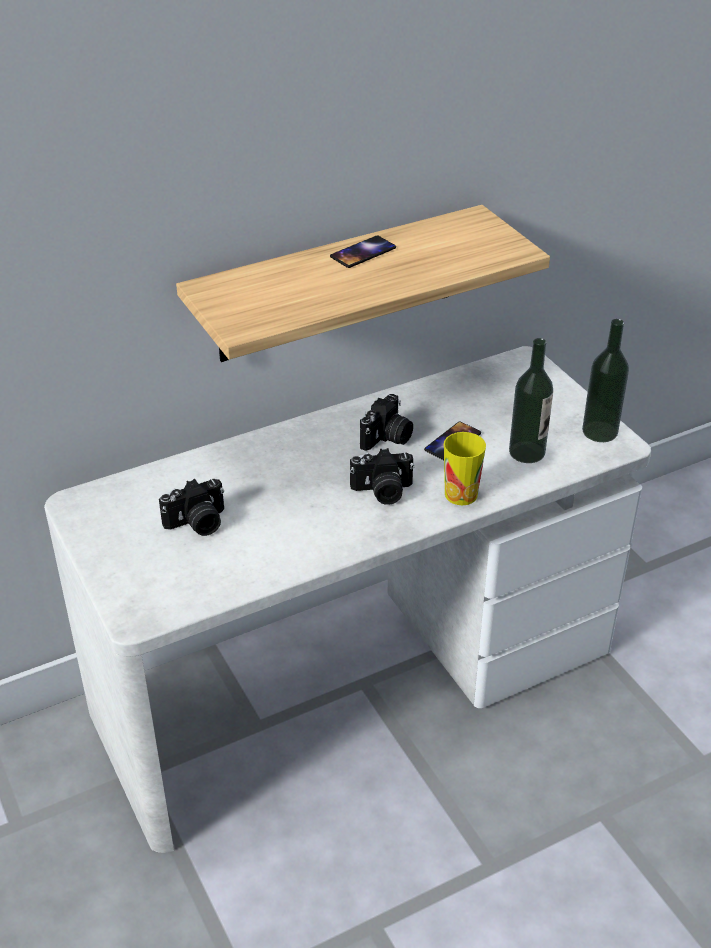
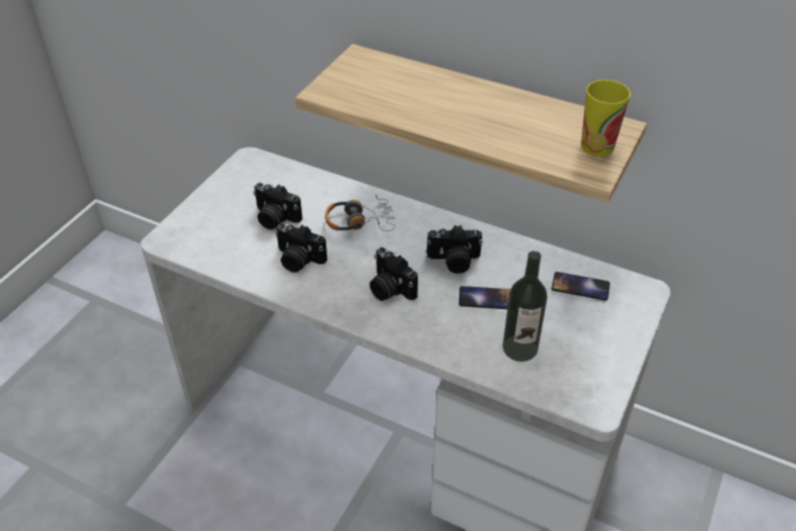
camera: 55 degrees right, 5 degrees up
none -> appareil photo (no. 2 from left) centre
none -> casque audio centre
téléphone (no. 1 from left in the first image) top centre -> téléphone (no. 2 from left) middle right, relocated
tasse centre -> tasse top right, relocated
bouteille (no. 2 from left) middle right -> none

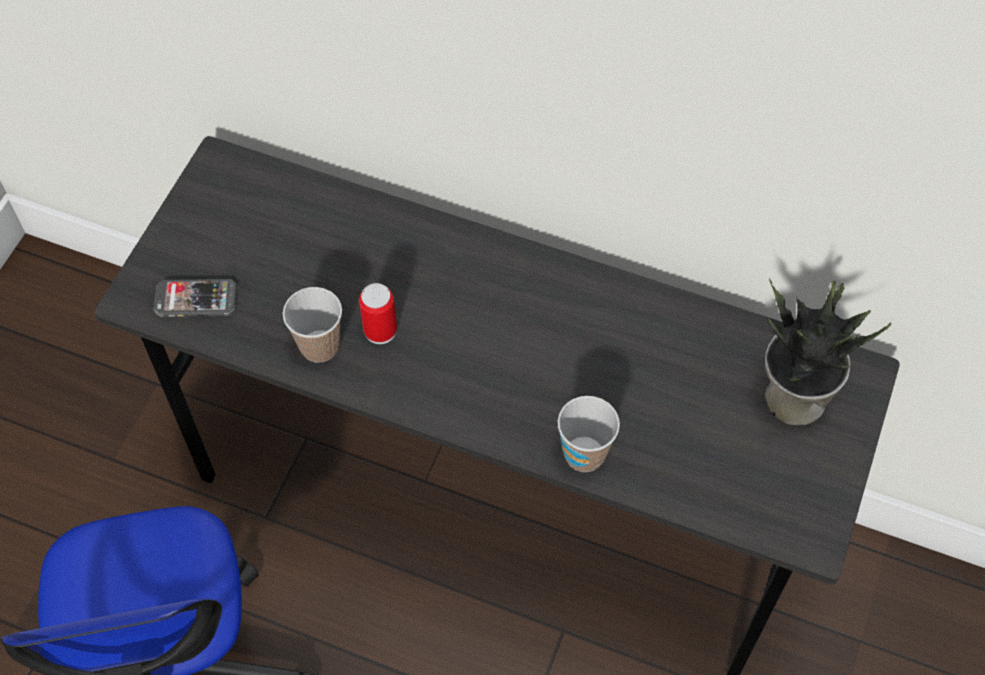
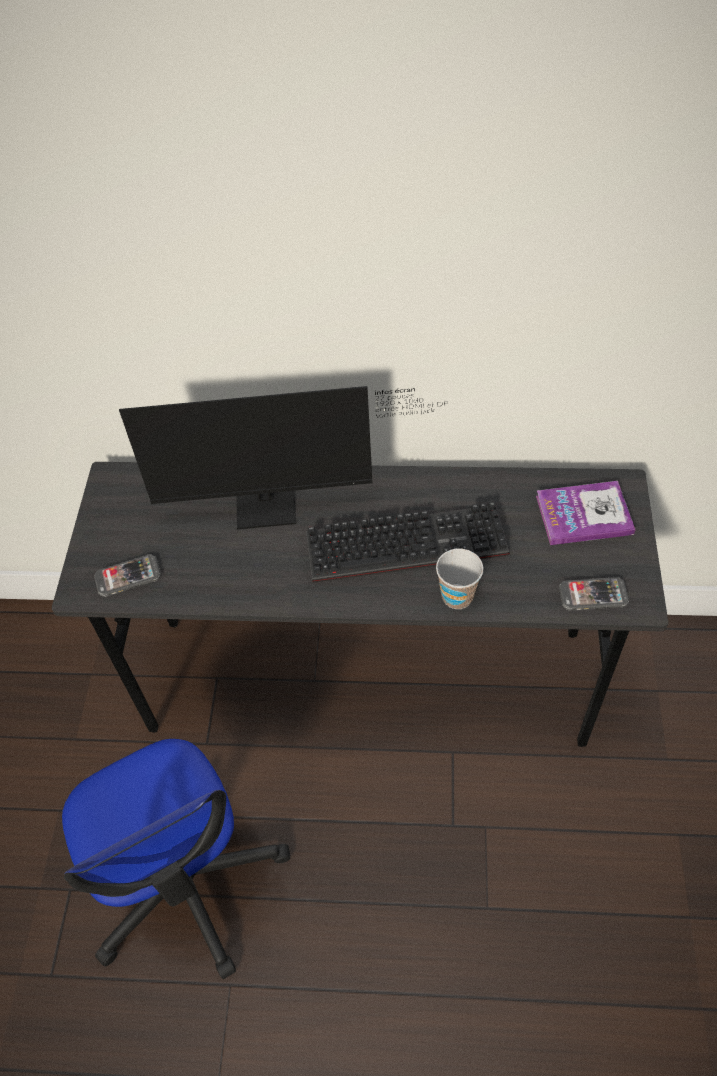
camera: 15 degrees left, 5 degrees down
none -> écran d'ordinateur centre
none -> clavier centre
plante en pot middle right -> livre middle right
none -> téléphone (no. 2 from left) middle right
tasse (no. 1 from left) middle left -> none
boîte métallique centre -> none

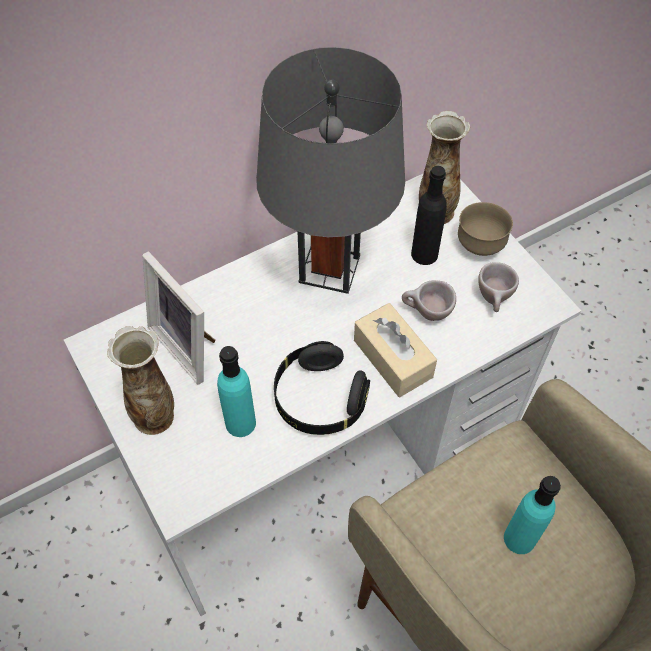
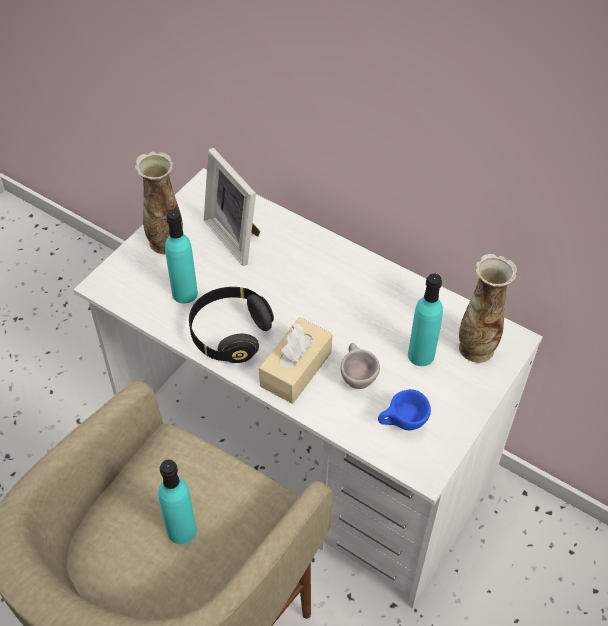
camera: 65 degrees right, 5 degrees down
cadre photo middle left -> cadre photo top centre, 60 degrees counterclockwise
tasse/beige (no. 2 from left) middle right -> tasse/bleu centre
bouteille/noir top centre -> bouteille/turquoise (no. 3 from left) middle right
lampe de table/gris top centre -> none
bol/marron middle right -> none

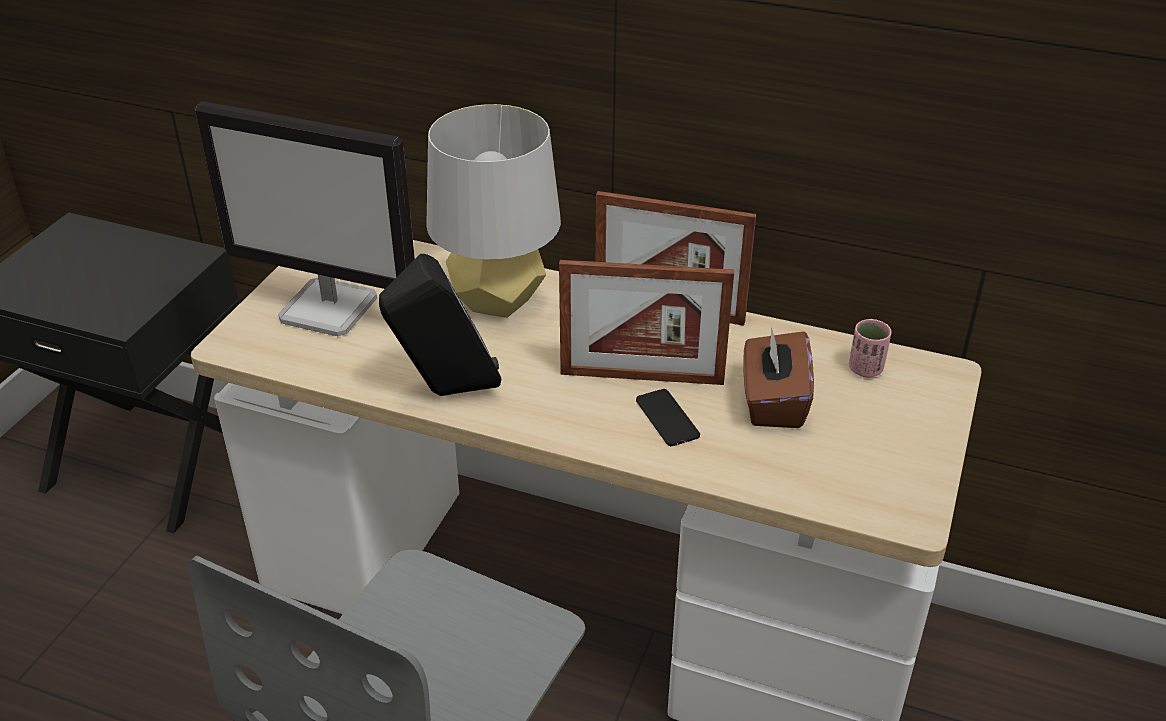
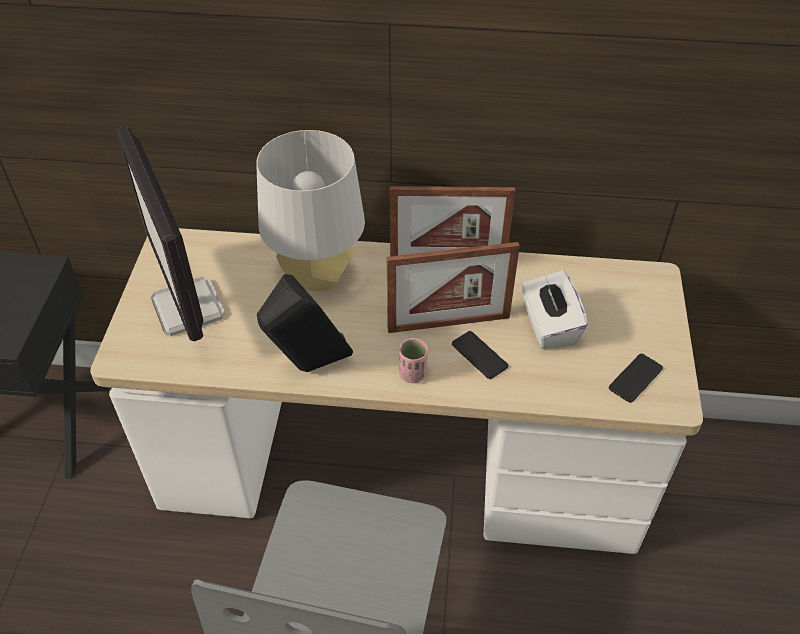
camera: 15 degrees left, 10 degrees up
écran d'ordinateur top left -> écran d'ordinateur middle left, 60 degrees clockwise
tasse/rose middle right -> tasse/rose centre, relocated
boîte à mouchoirs/marron middle right -> boîte à mouchoirs/blanc middle right
none -> téléphone (no. 2 from left) middle right

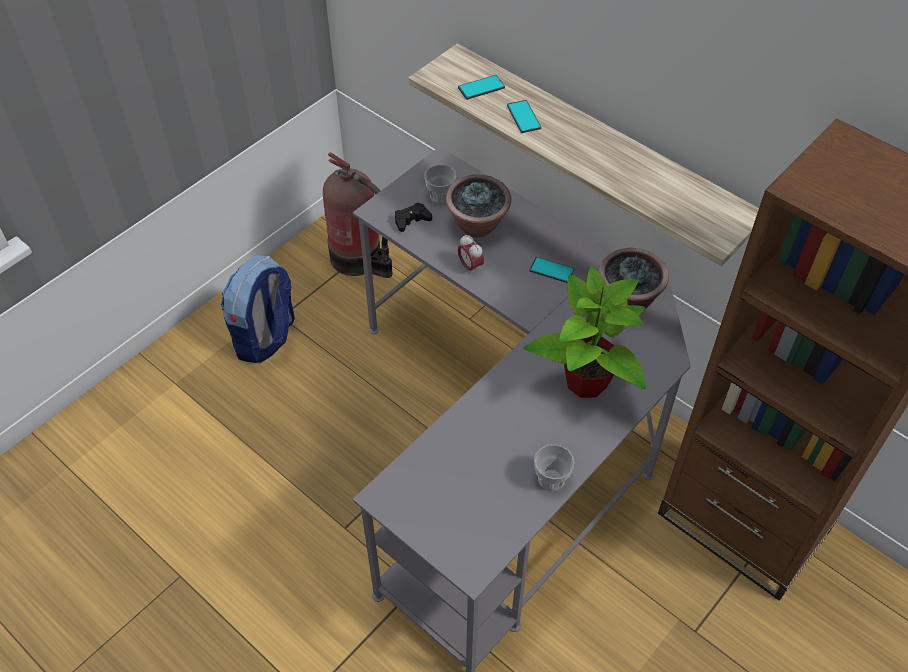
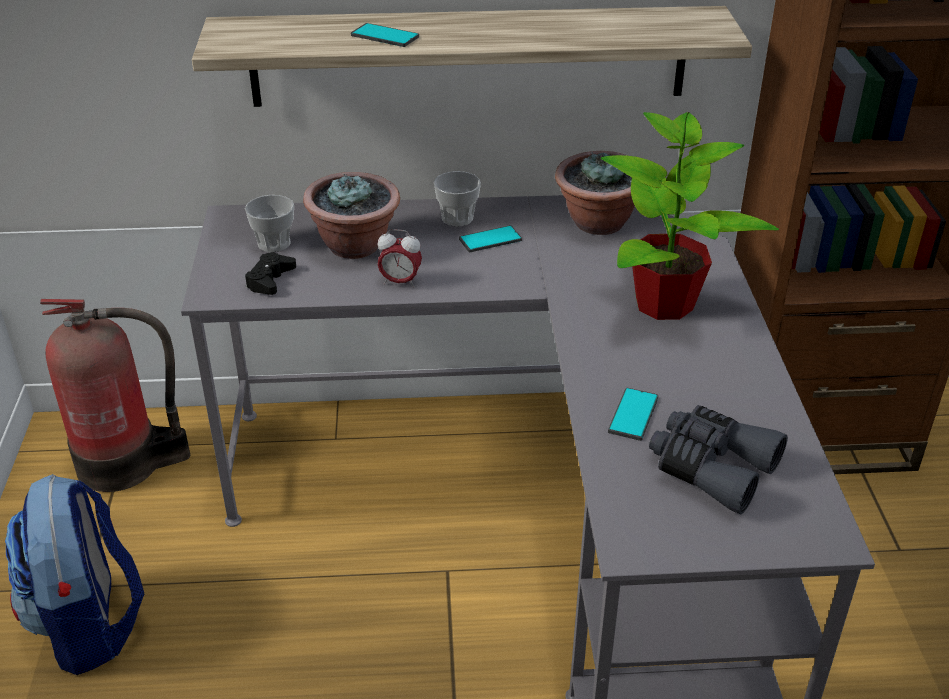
camera: 45 degrees left, 15 degrees down
tasse (no. 2 from left) bottom centre -> tasse (no. 2 from left) top centre, relocated
téléphone (no. 1 from left in the first image) top centre -> téléphone (no. 3 from left) middle right, relocated
none -> jumelles/gris middle right

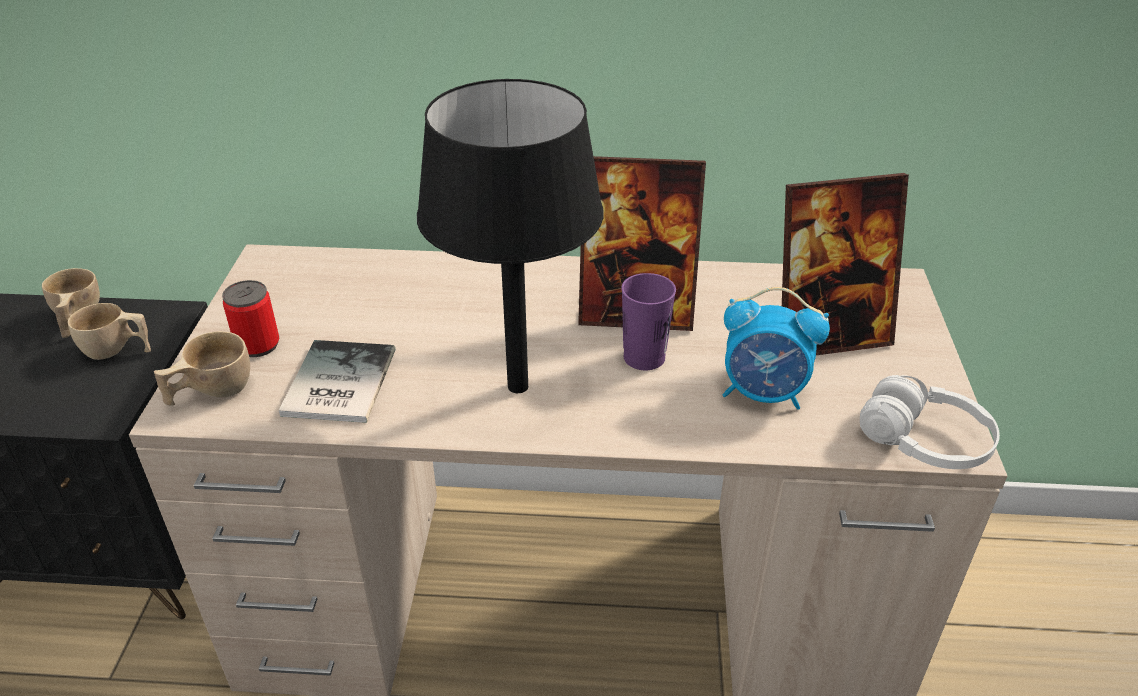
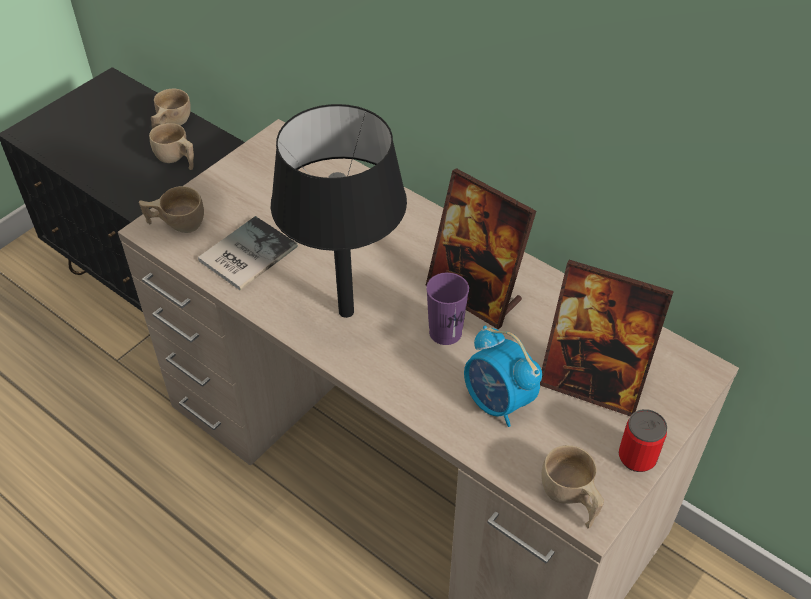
camera: 35 degrees right, 10 degrees up
casque audio/blanc middle right -> tasse/beige (no. 4 from left) bottom right
boîte métallique middle left -> boîte métallique bottom right, relocated

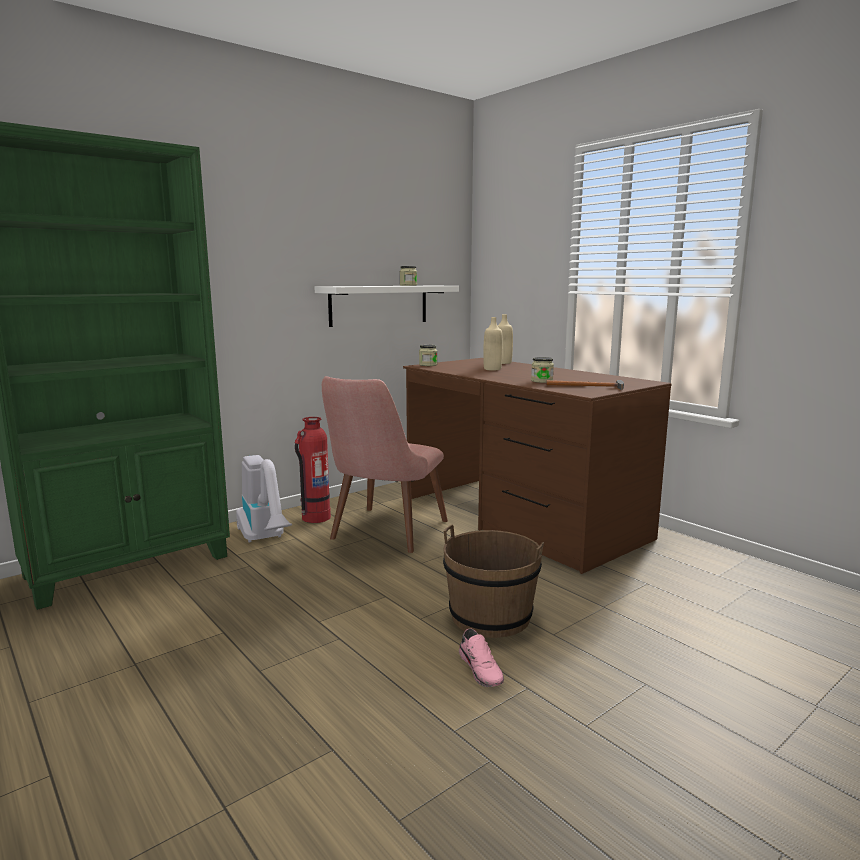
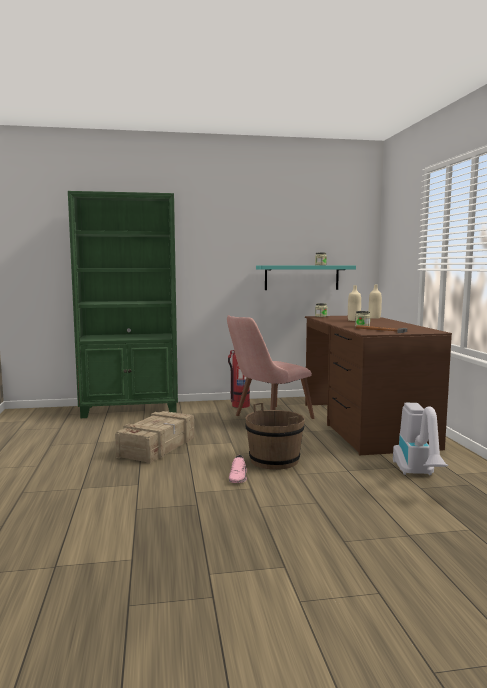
camera: 30 degrees right, 5 degrees down
none -> caisse middle left
étagère/blanc centre -> étagère/turquoise centre
aspirateur middle left -> aspirateur middle right, relocated

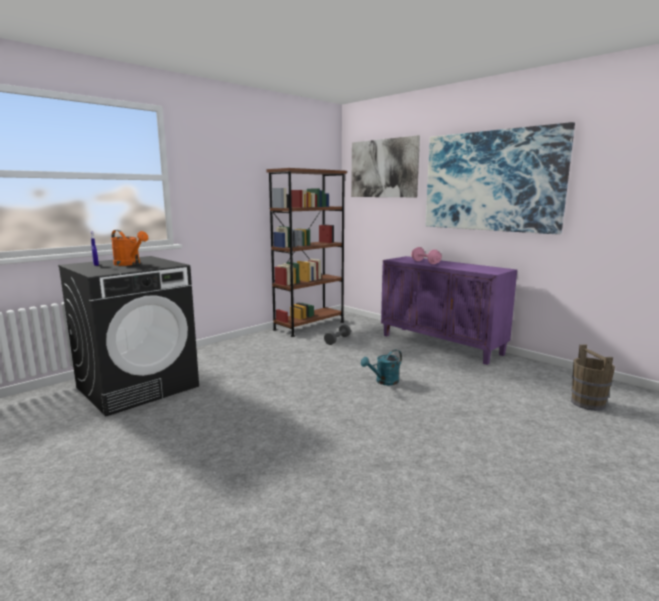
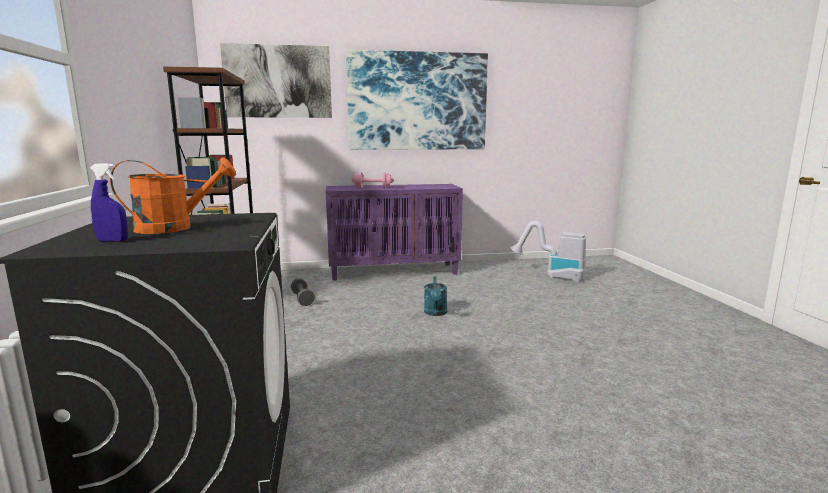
camera: 55 degrees left, 0 degrees up
seau/marron middle right -> aspirateur centre

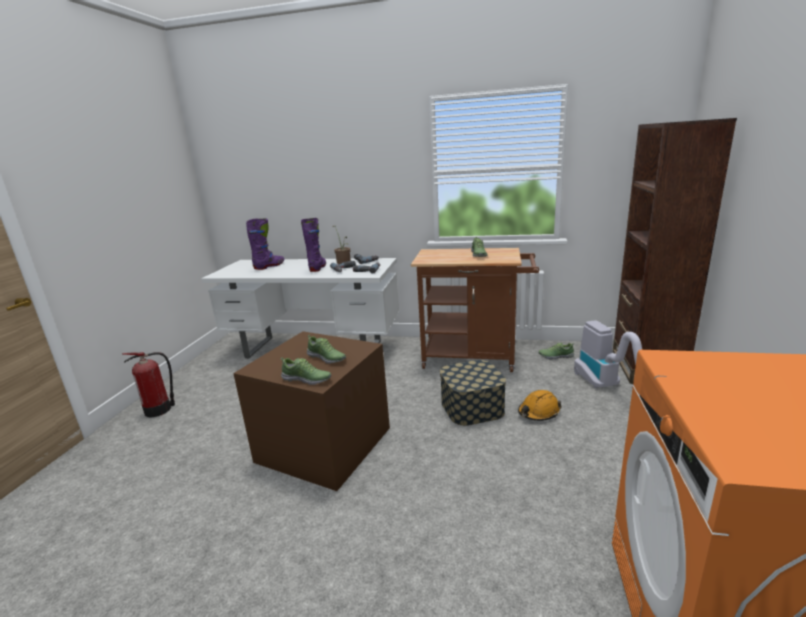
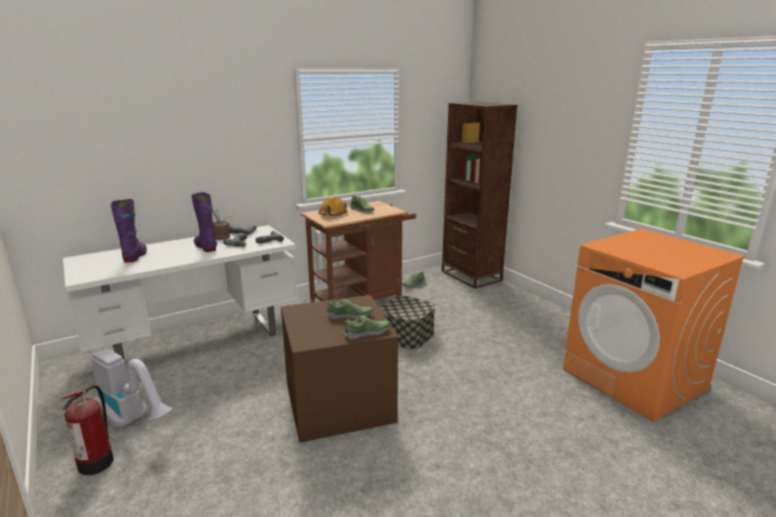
camera: 45 degrees left, 0 degrees up
aspirateur middle right -> aspirateur bottom left, relocated
casque de chantier/orange middle right -> casque de chantier/orange centre, relocated

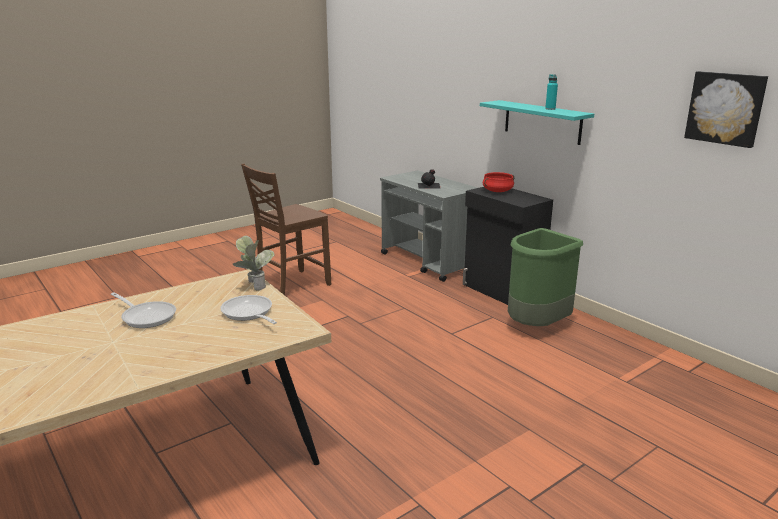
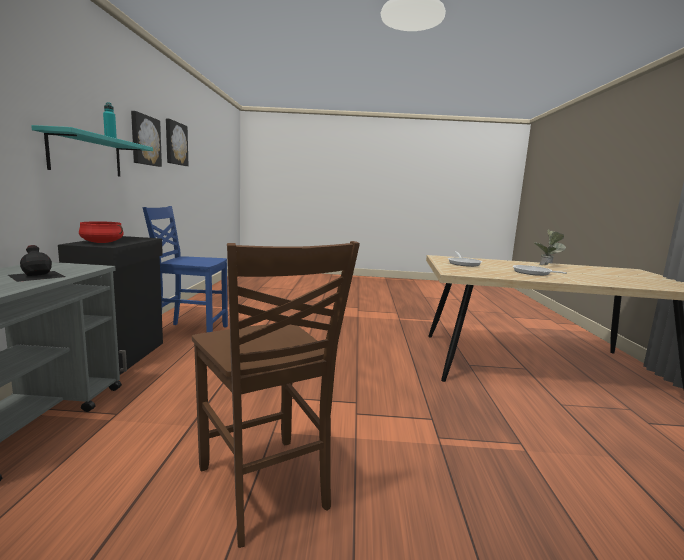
camera: 140 degrees left, 10 degrees down
none -> tableau (no. 1 from left) top left
poubelle/vert middle right -> chaise/bleu middle left
chaise/marron centre -> chaise/marron bottom centre, 60 degrees clockwise
plante en pot middle left -> plante en pot middle right, relocated

